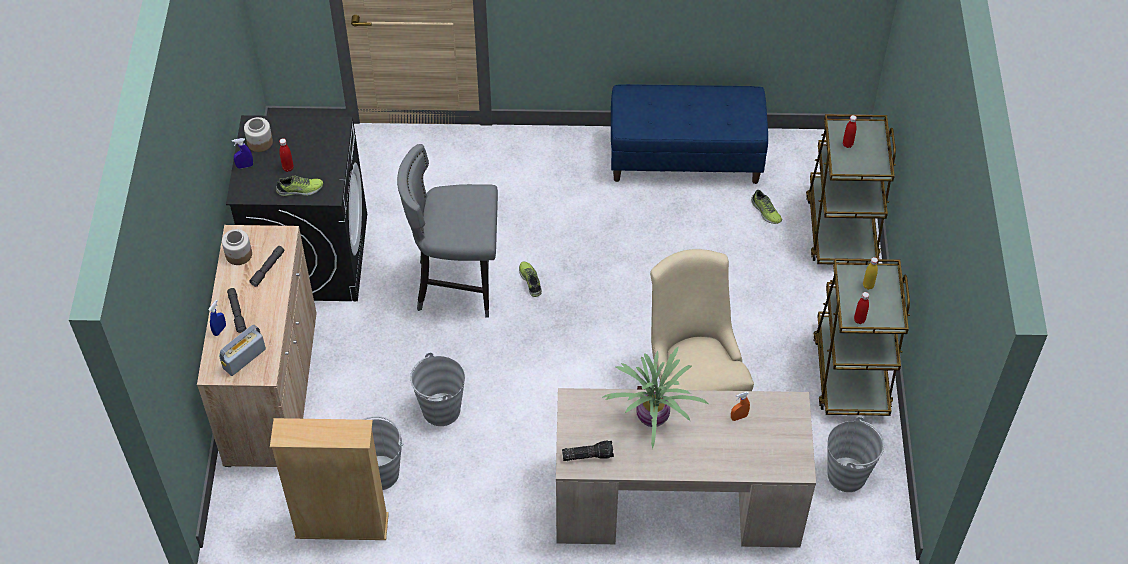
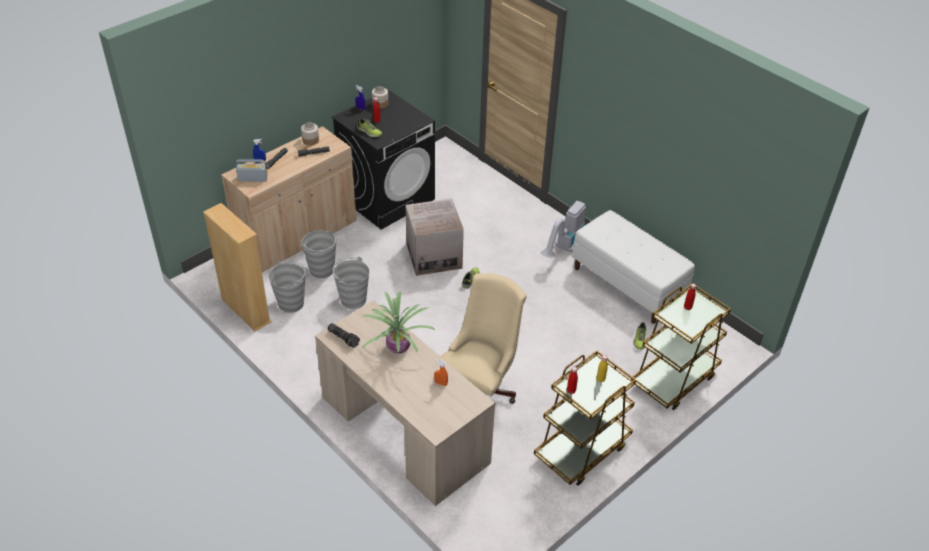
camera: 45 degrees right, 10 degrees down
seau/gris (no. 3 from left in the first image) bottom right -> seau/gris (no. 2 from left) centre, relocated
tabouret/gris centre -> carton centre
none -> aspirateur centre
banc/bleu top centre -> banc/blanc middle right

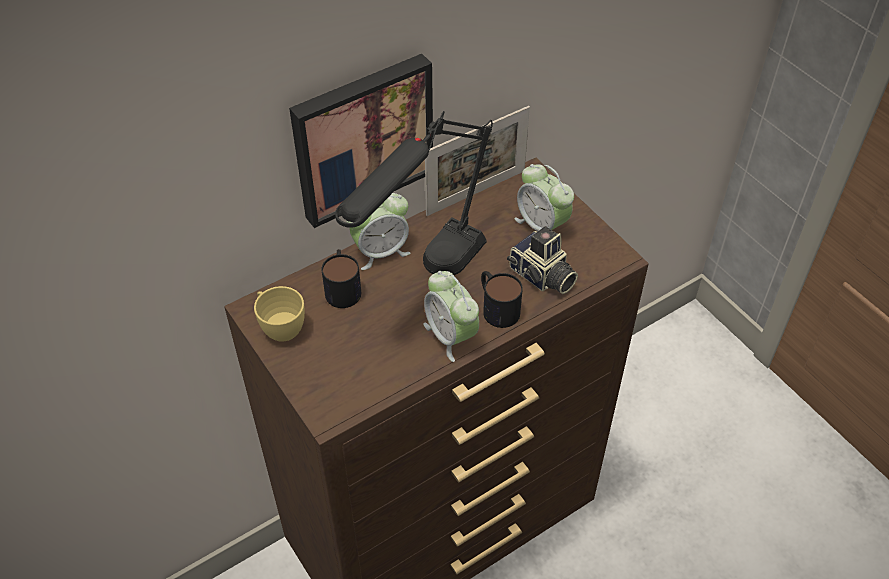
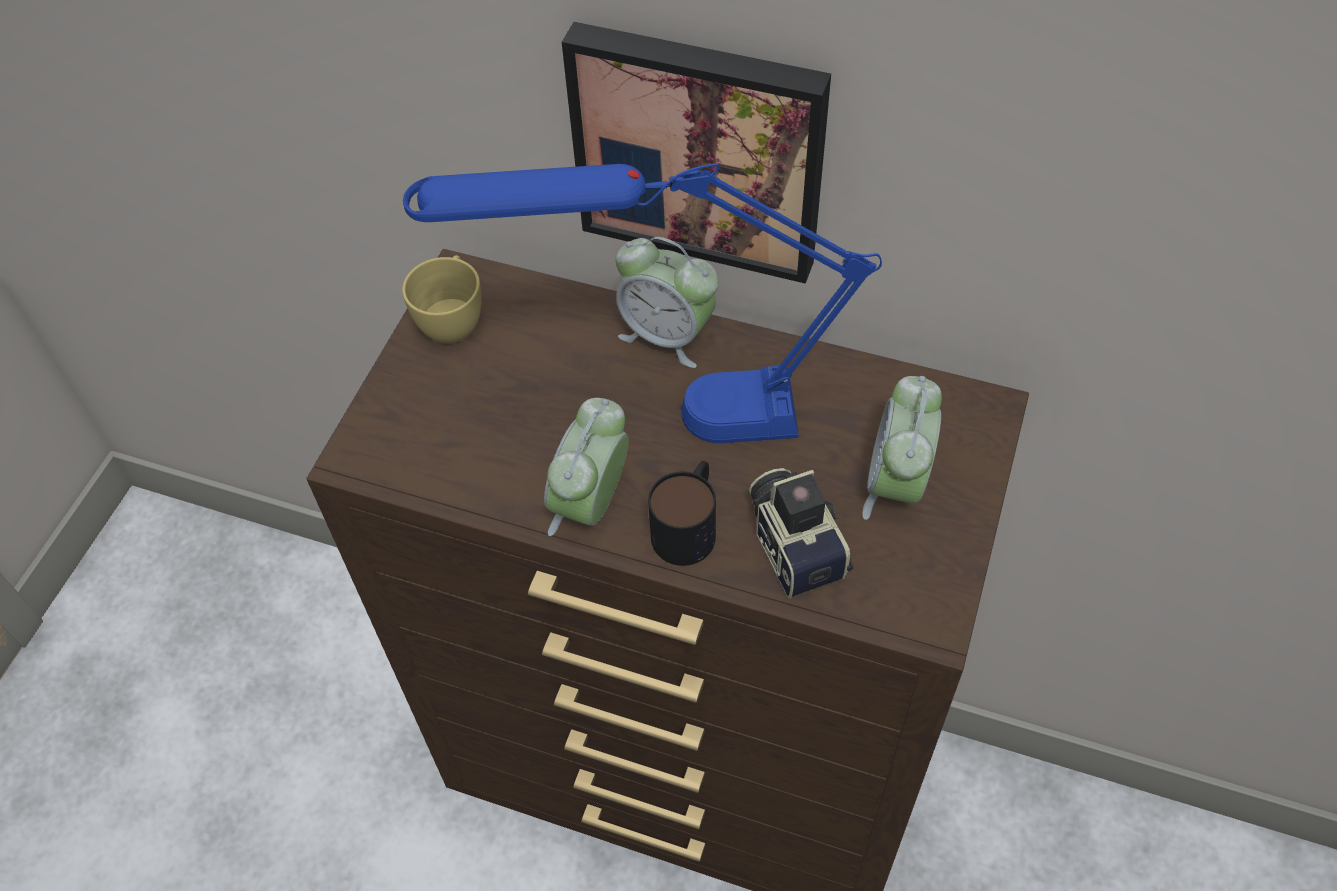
camera: 55 degrees right, 5 degrees up
lampe de table/noir centre -> lampe de table/bleu centre
appareil photo centre, 150 degrees clockwise
mug (no. 1 from left) centre -> none
cadre photo top centre -> none

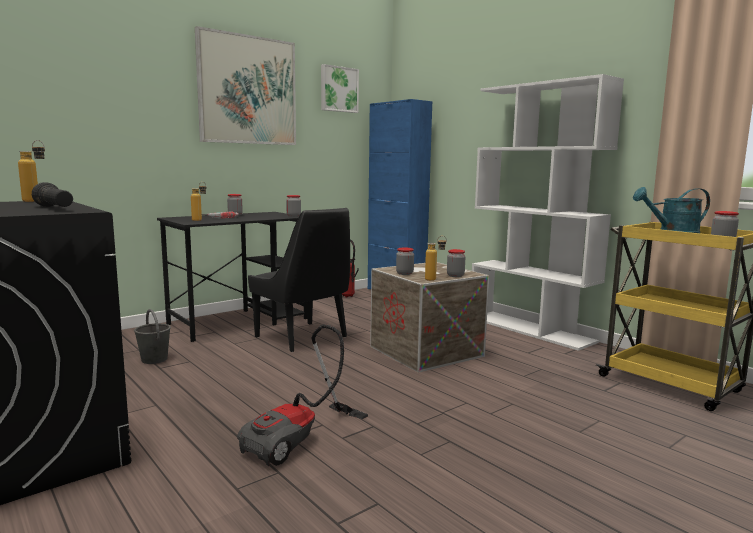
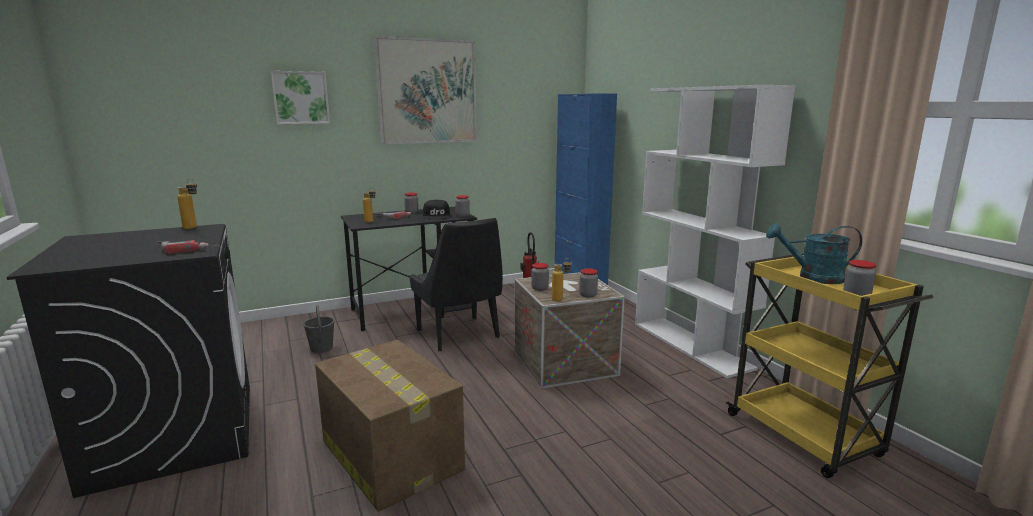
camera: 15 degrees right, 5 degrees up
lampe de poche/noir middle left -> perceuse (no. 1 from left) middle left
tableau (no. 2 from left in the first image) top centre -> tableau (no. 1 from left) top left, relocated
aspirateur bottom centre -> carton bottom centre
none -> casquette/noir centre

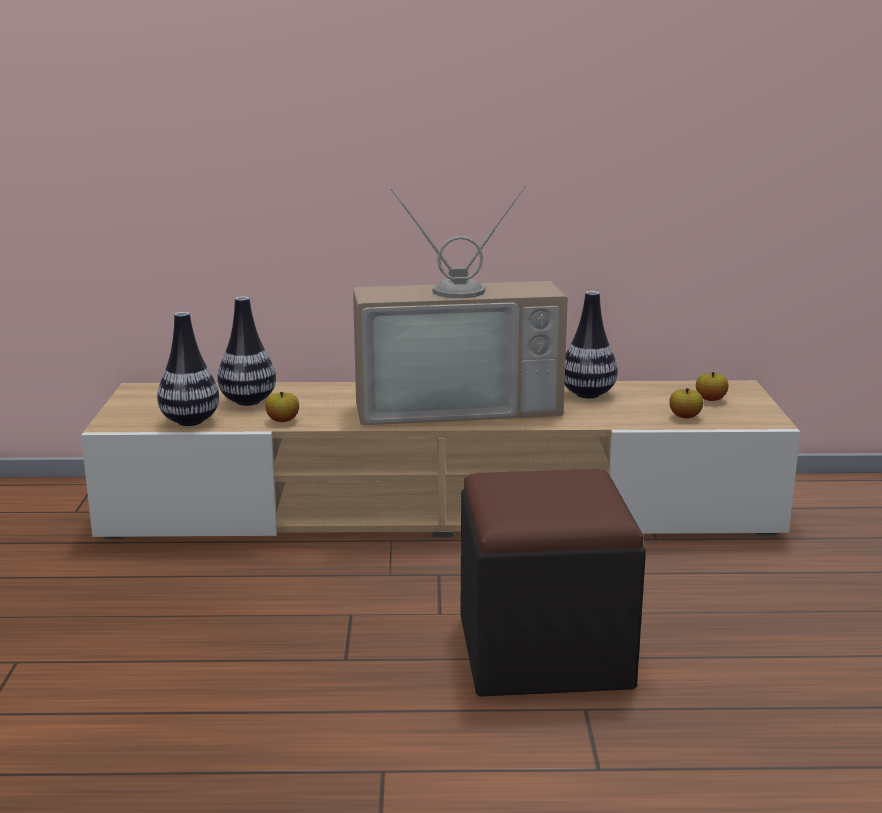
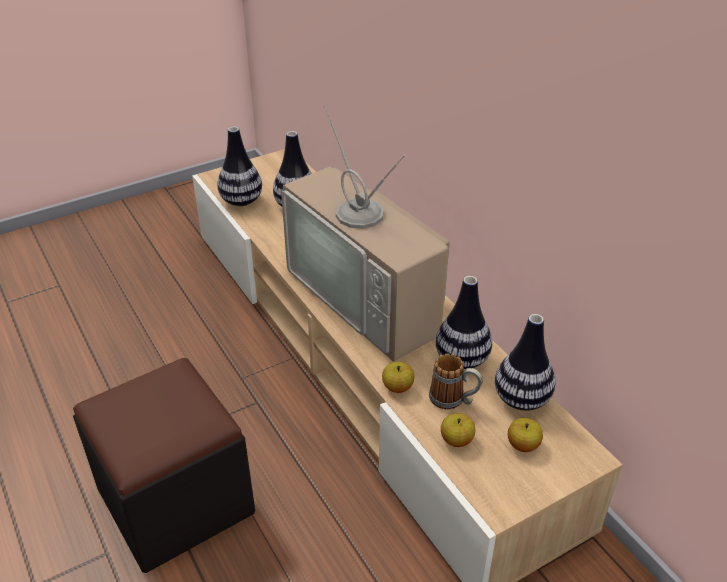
camera: 60 degrees right, 20 degrees up
pomme (no. 1 from left) middle left -> pomme (no. 1 from left) centre, relocated
none -> mug centre
none -> vase (no. 4 from left) middle right

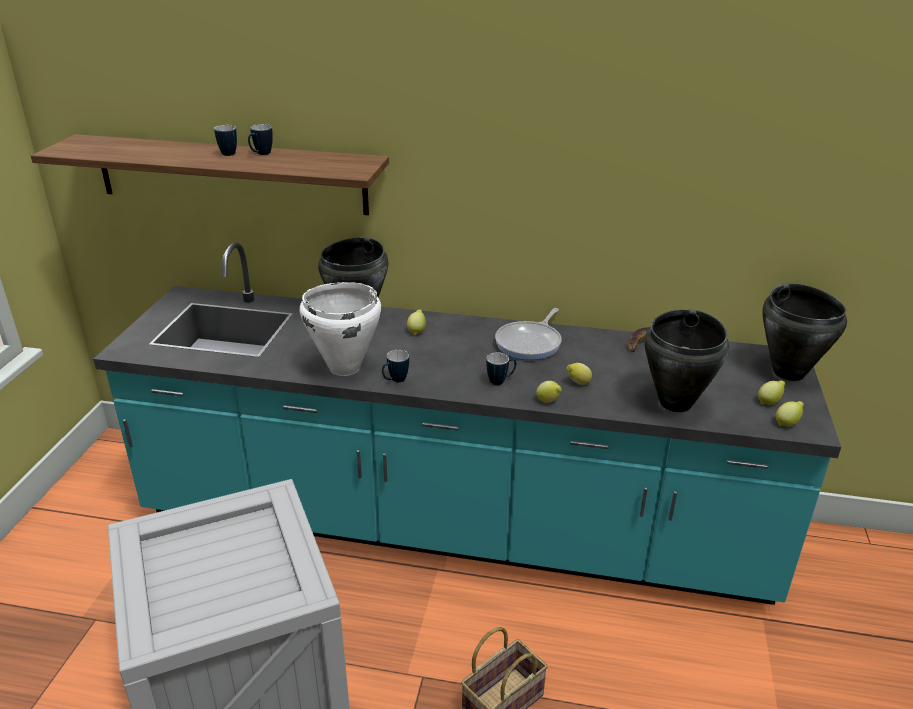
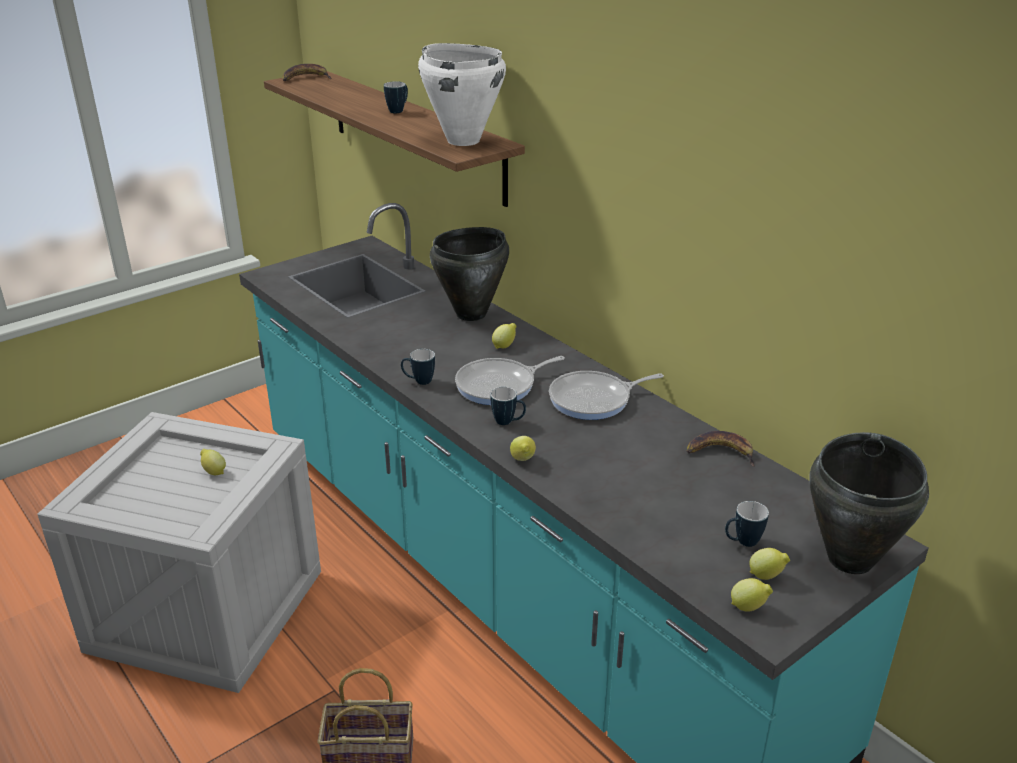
camera: 40 degrees right, 0 degrees up
citron (no. 3 from left in the first image) centre -> citron (no. 1 from left) middle left, relocated
none -> banane (no. 1 from left) top left
marmite/blanc centre -> marmite/blanc top centre, relocated
none -> poêle (no. 1 from left) centre
mug (no. 2 from left in the first image) top left -> mug (no. 4 from left) bottom right, relocated
marmite/noir (no. 2 from left) middle right -> none

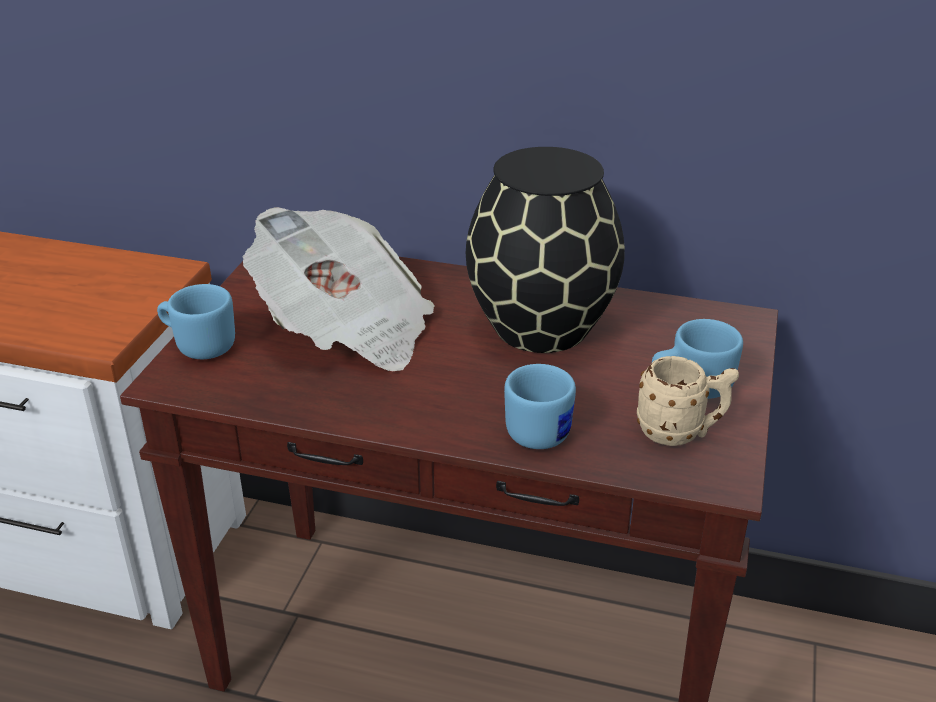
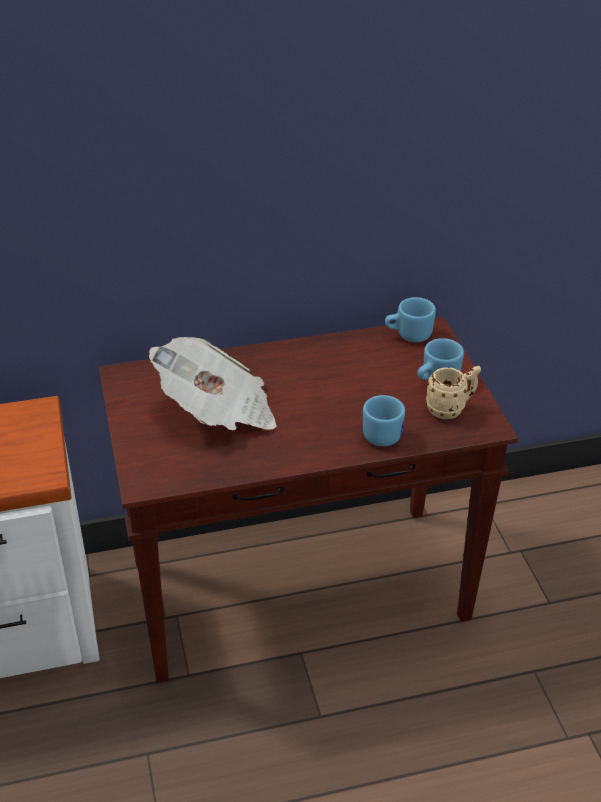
camera: 30 degrees left, 5 degrees up
mug/bleu (no. 1 from left in the first image) middle left -> mug/bleu (no. 2 from left) middle right, relocated
vase/noir centre -> none

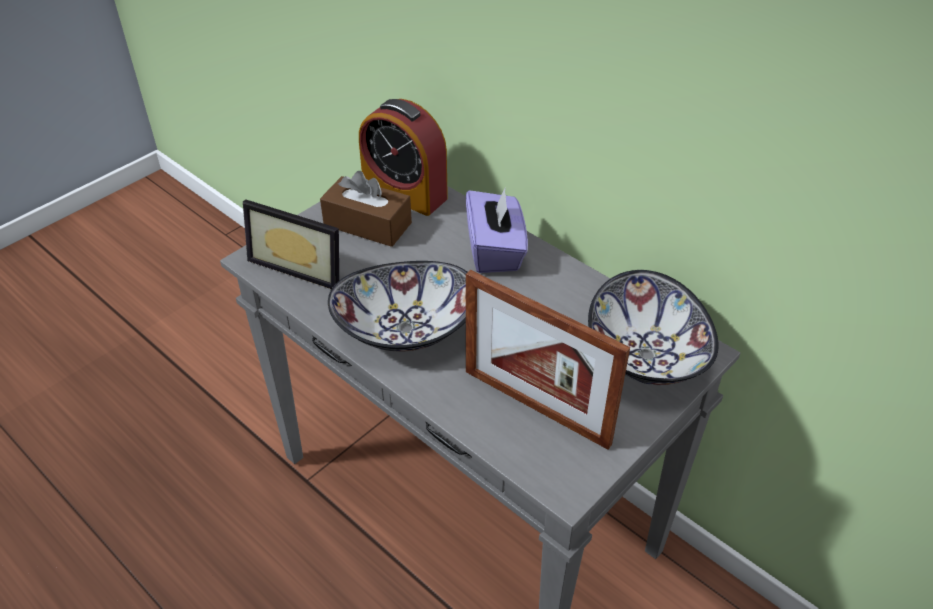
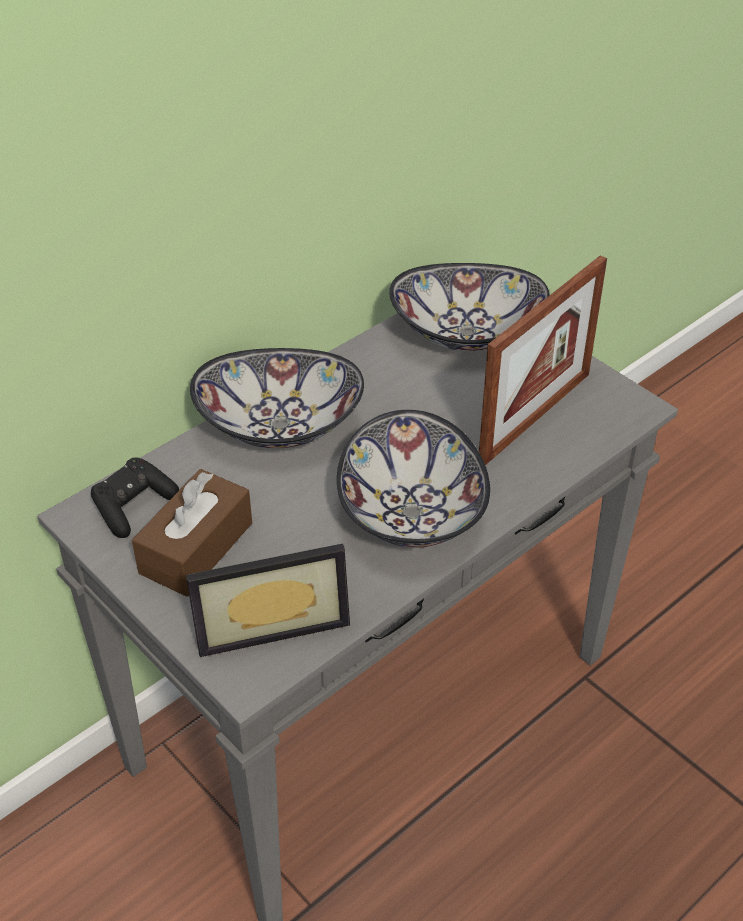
camera: 85 degrees left, 0 degrees up
réveil top centre -> manette/noir middle left
cadre photo (no. 1 from left) middle left -> cadre photo (no. 1 from left) centre, 45 degrees clockwise
boîte à mouchoirs/violet centre -> bol (no. 1 from left) centre

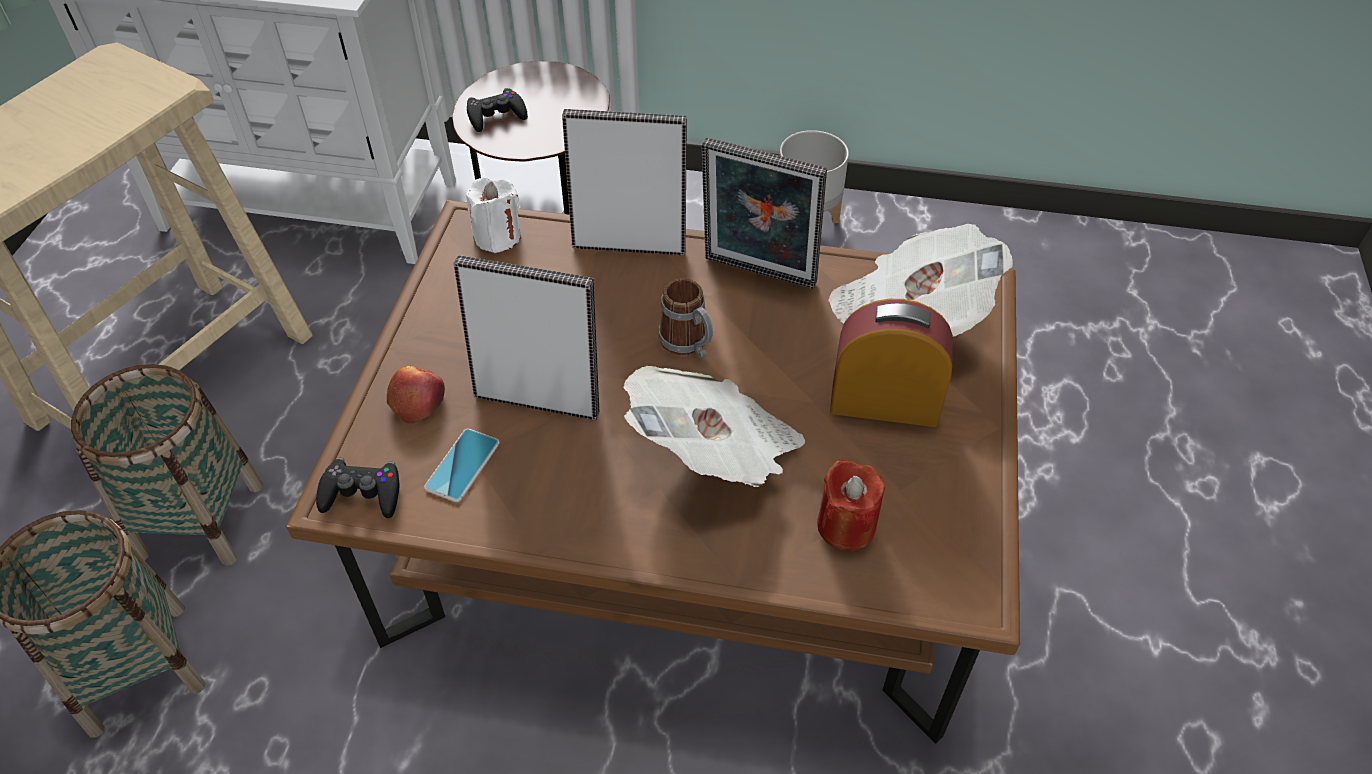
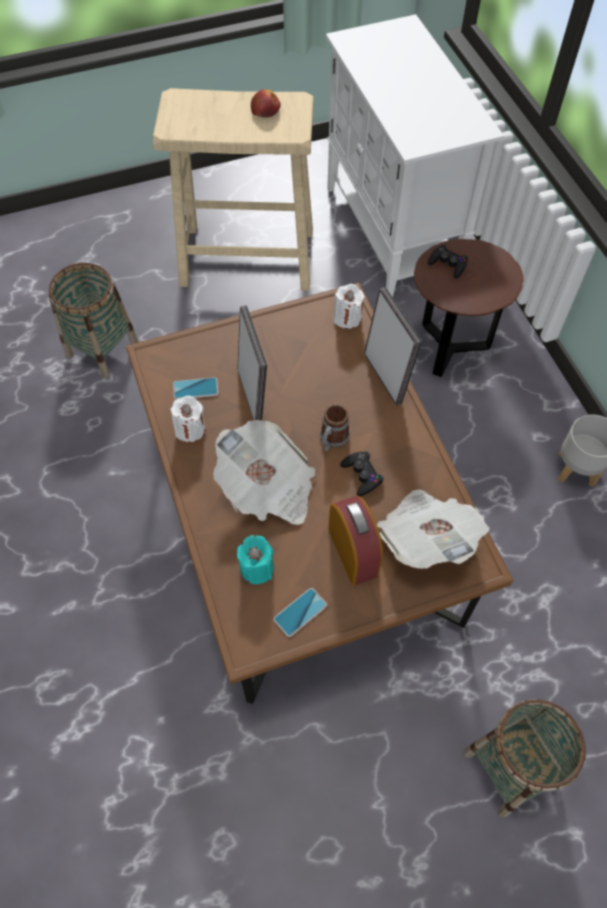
camera: 60 degrees right, 10 degrees up
none -> bougie/blanc (no. 1 from left) middle left
bougie/rouge centre -> bougie/turquoise centre
pomme middle left -> pomme top centre, relocated
none -> téléphone (no. 2 from left) bottom centre
manette/noir (no. 1 from left) middle left -> manette/noir (no. 1 from left) centre, relocated
panier (no. 2 from left) middle left -> panier (no. 2 from left) bottom right, relocated
cadre photo (no. 3 from left) top centre -> none

